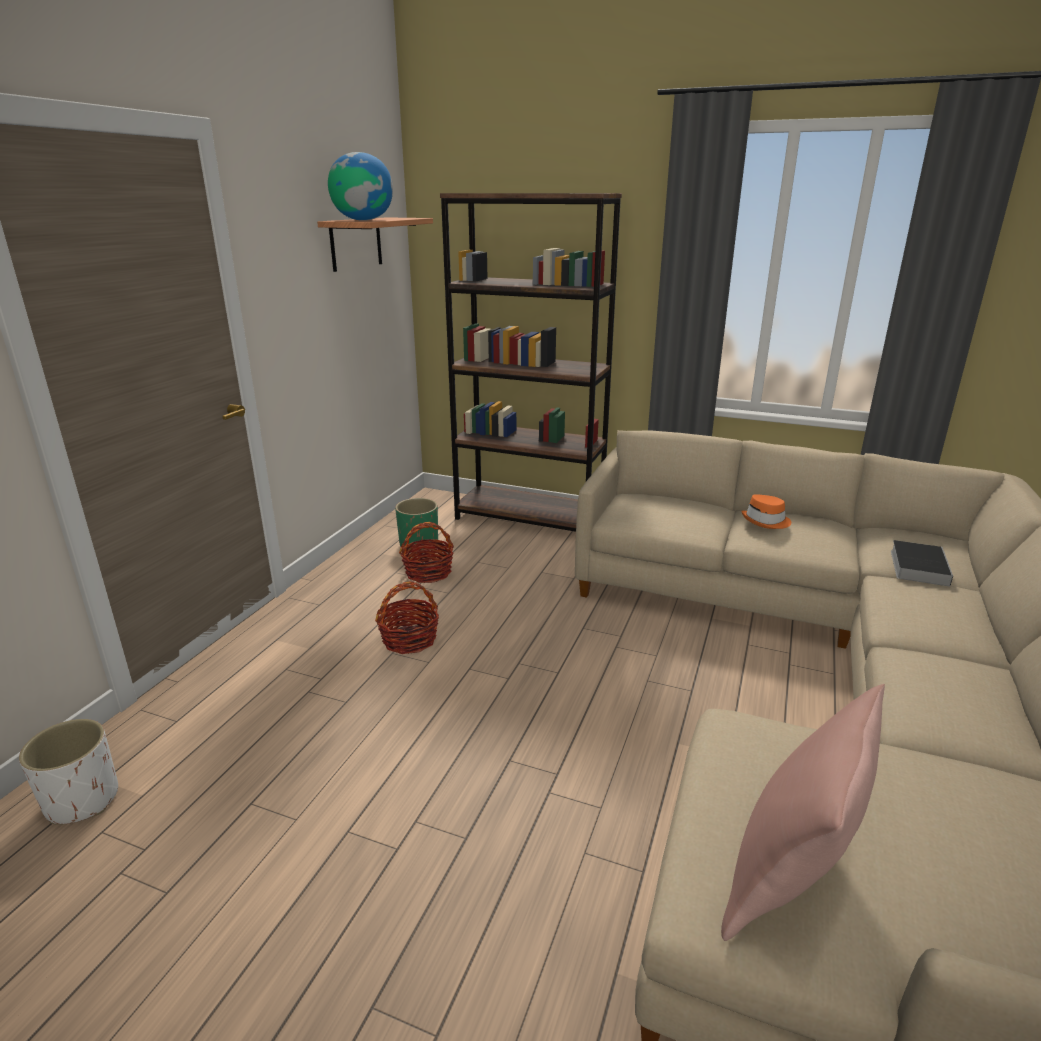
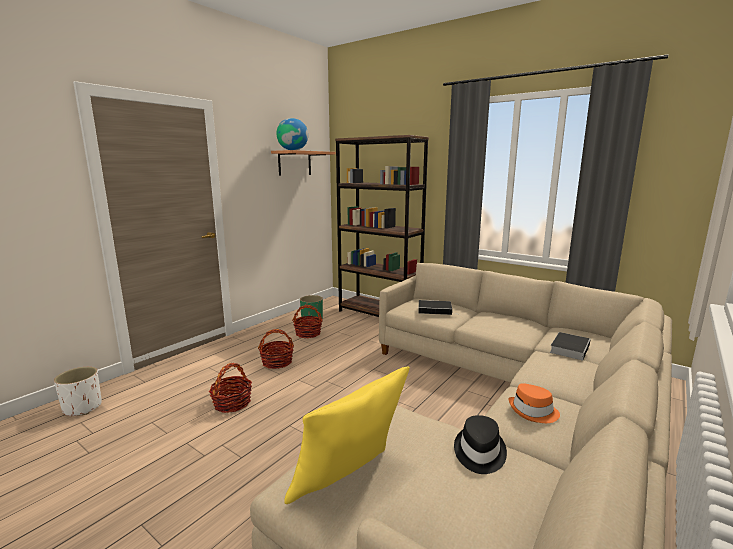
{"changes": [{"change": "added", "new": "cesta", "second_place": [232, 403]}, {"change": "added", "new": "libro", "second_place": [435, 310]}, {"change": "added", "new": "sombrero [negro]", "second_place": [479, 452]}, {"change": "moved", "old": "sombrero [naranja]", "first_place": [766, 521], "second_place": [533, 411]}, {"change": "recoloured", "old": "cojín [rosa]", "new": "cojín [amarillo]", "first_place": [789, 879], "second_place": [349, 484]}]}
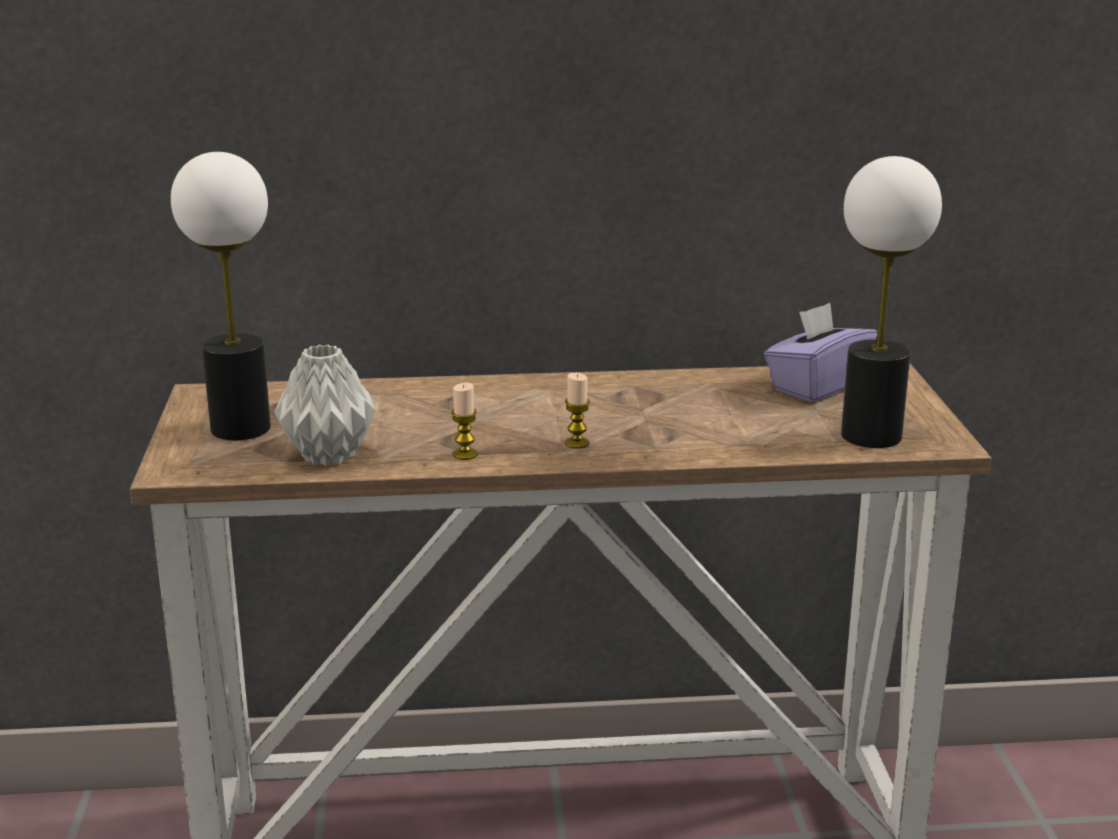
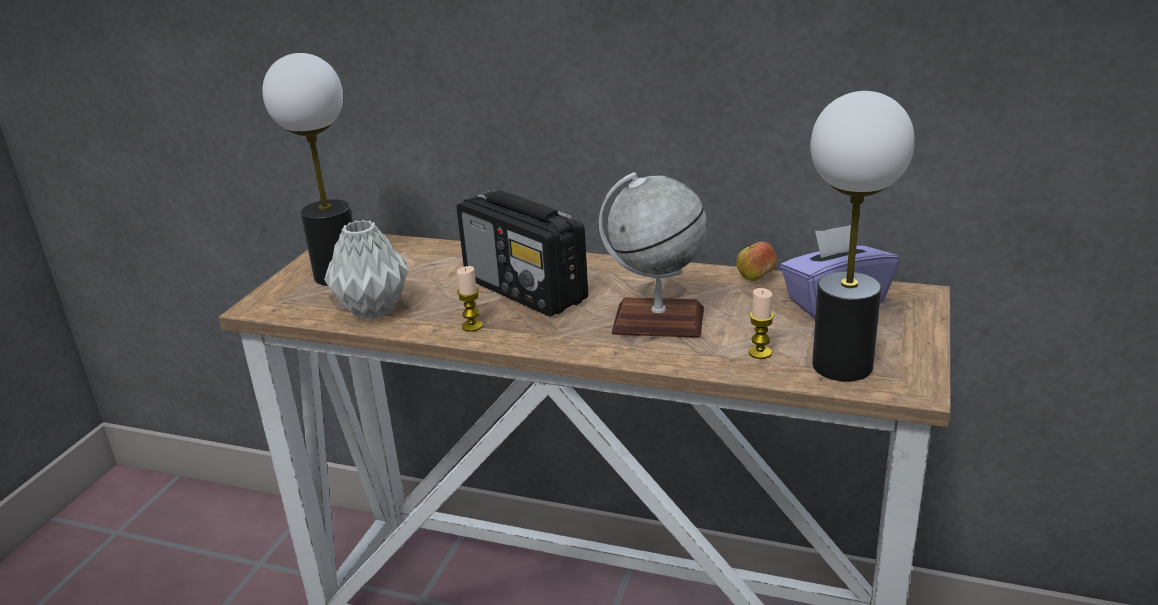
{"changes": [{"change": "added", "new": "radio", "second_place": [526, 290]}, {"change": "added", "new": "globo terráqueo", "second_place": [658, 321]}, {"change": "added", "new": "manzana", "second_place": [755, 278]}, {"change": "moved", "old": "vela", "first_place": [577, 443], "second_place": [760, 353]}]}
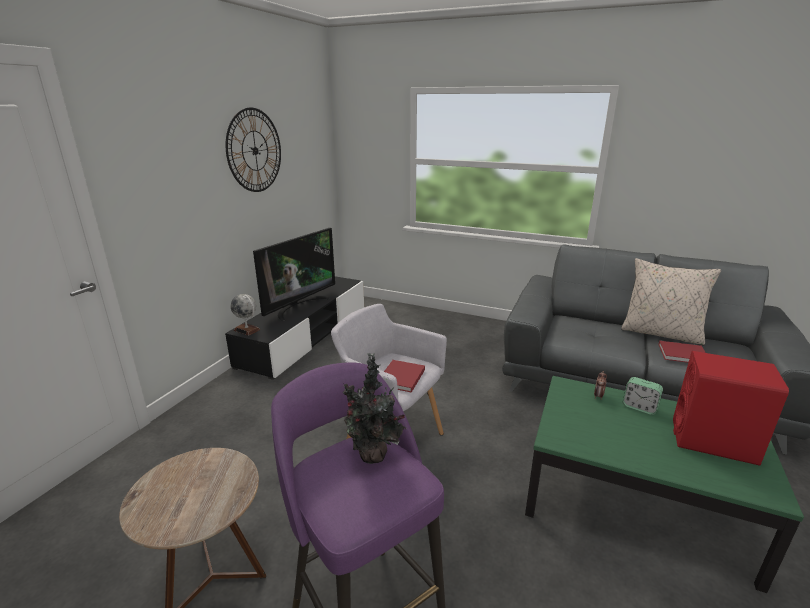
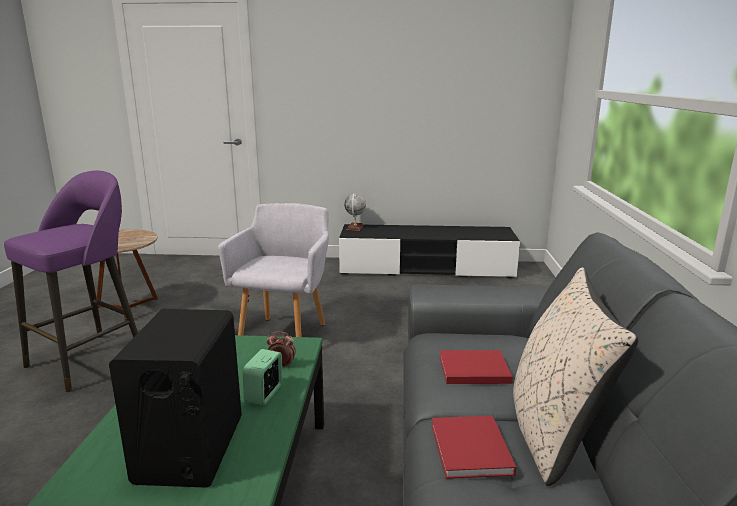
{"changes": [{"change": "removed", "old": "reloj de pared", "first_place": [255, 150]}, {"change": "removed", "old": "televisor", "first_place": [299, 306]}, {"change": "removed", "old": "planta en maceta", "first_place": [372, 457]}, {"change": "moved", "old": "libro [rojo]", "first_place": [401, 378], "second_place": [471, 369]}, {"change": "recoloured", "old": "altavoz [rojo]", "new": "altavoz [negro]", "first_place": [713, 441], "second_place": [190, 450]}]}
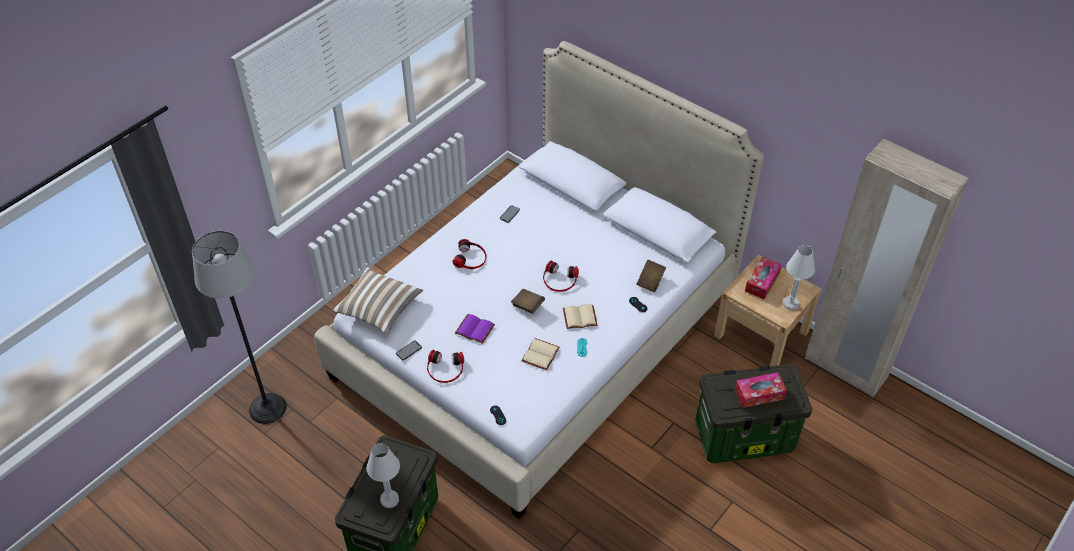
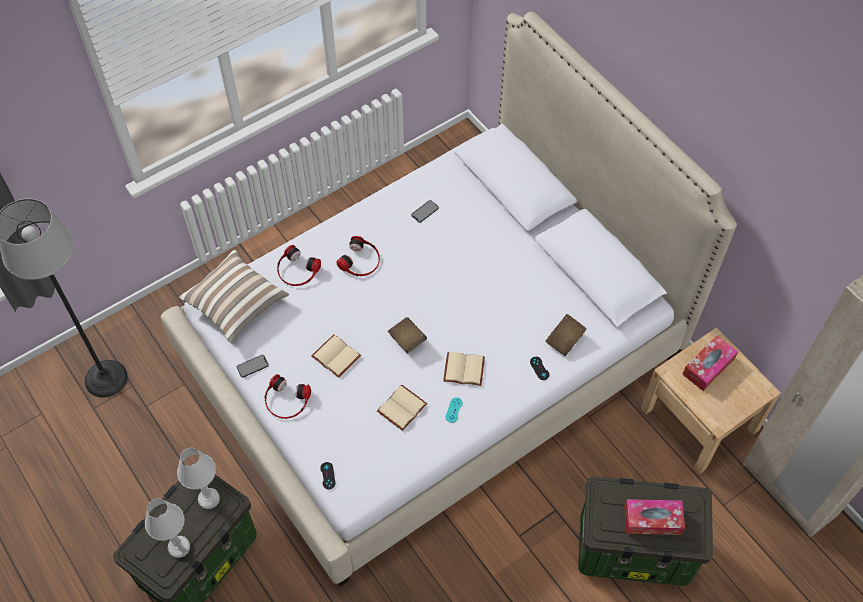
{"changes": [{"change": "moved", "old": "auriculares", "first_place": [559, 280], "second_place": [297, 270]}, {"change": "moved", "old": "lámpara de mesa [blanco]", "first_place": [790, 303], "second_place": [209, 499]}, {"change": "recoloured", "old": "libro [morado]", "new": "libro [beis]", "first_place": [474, 330], "second_place": [335, 357]}]}
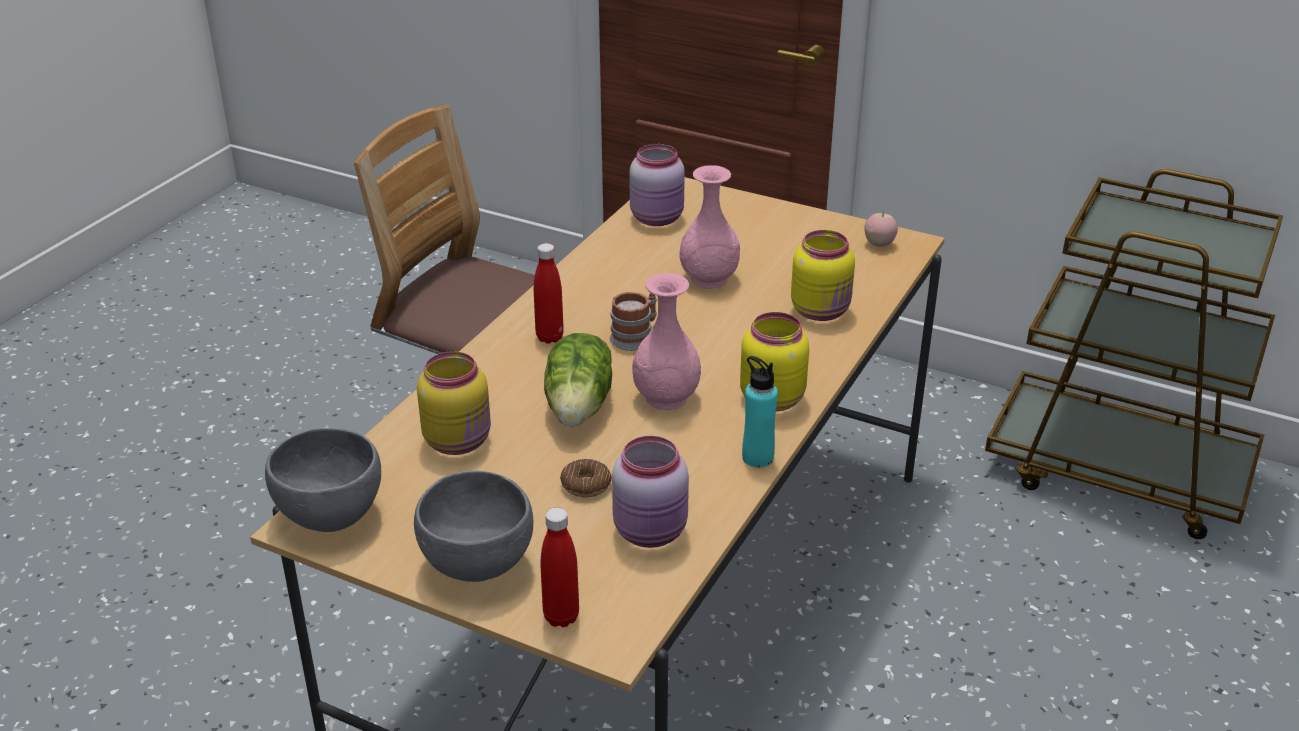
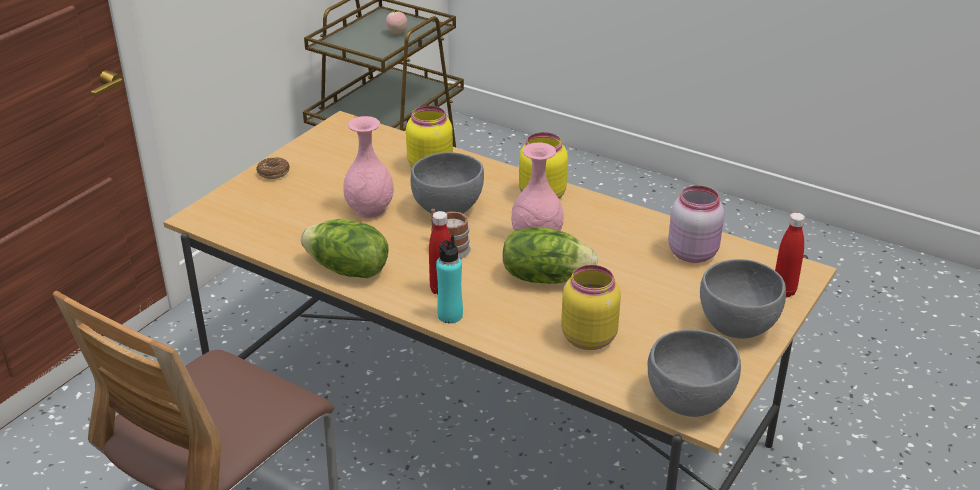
{"changes": [{"change": "removed", "old": "tarro [rosa]", "first_place": [658, 218]}, {"change": "added", "new": "lechuga", "second_place": [347, 270]}, {"change": "added", "new": "cuenco [gris]", "second_place": [448, 209]}, {"change": "moved", "old": "rosquilla", "first_place": [586, 485], "second_place": [273, 173]}, {"change": "moved", "old": "botella [turquesa]", "first_place": [757, 457], "second_place": [450, 315]}, {"change": "moved", "old": "manzana", "first_place": [879, 244], "second_place": [397, 33]}]}
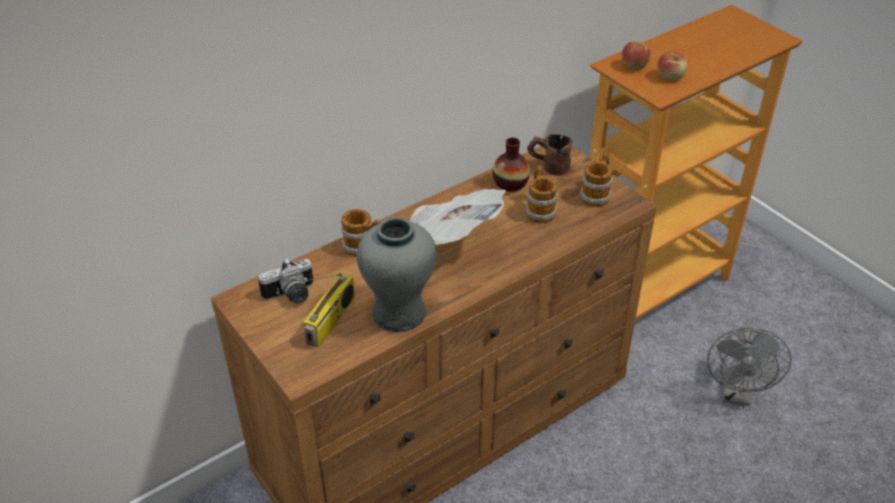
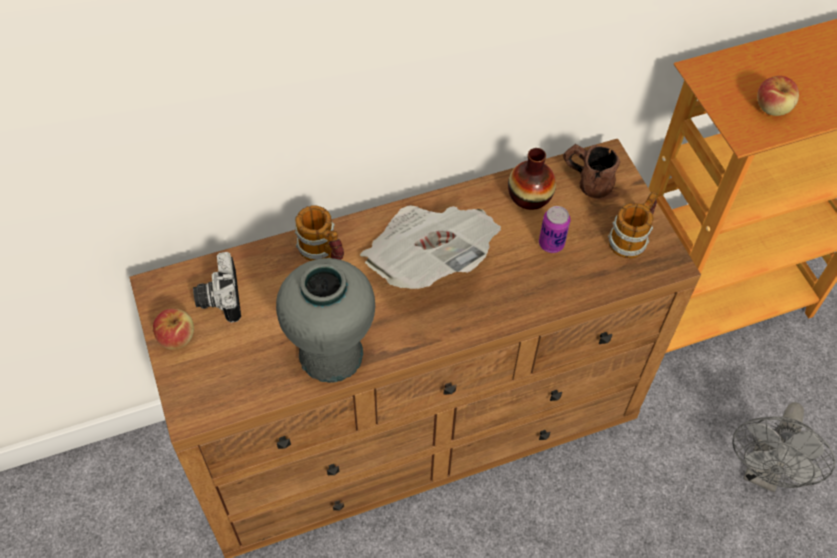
{"changes": [{"change": "removed", "old": "radio", "first_place": [331, 321]}, {"change": "moved", "old": "manzana", "first_place": [634, 66], "second_place": [176, 337]}, {"change": "replaced", "old": "taza grande", "new": "lata", "first_place": [539, 209], "second_place": [551, 244]}, {"change": "turned", "old": "cámara", "first_place": [291, 296], "second_place": [218, 298], "degrees": 90}]}
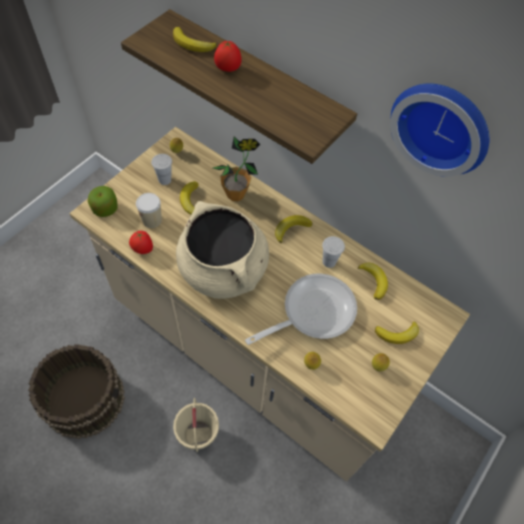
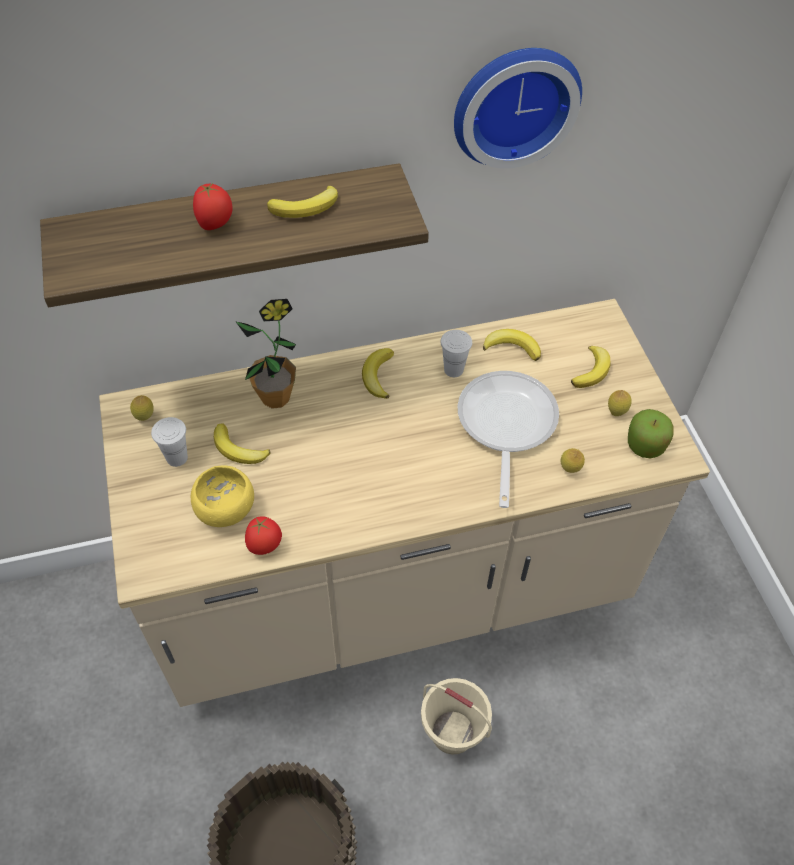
{"changes": [{"change": "removed", "old": "olla [beis]", "first_place": [223, 270]}, {"change": "moved", "old": "manzana", "first_place": [105, 209], "second_place": [645, 445]}, {"change": "moved", "old": "plátano", "first_place": [192, 44], "second_place": [306, 207]}, {"change": "replaced", "old": "taza", "new": "cuenco [amarillo]", "first_place": [152, 220], "second_place": [227, 509]}]}
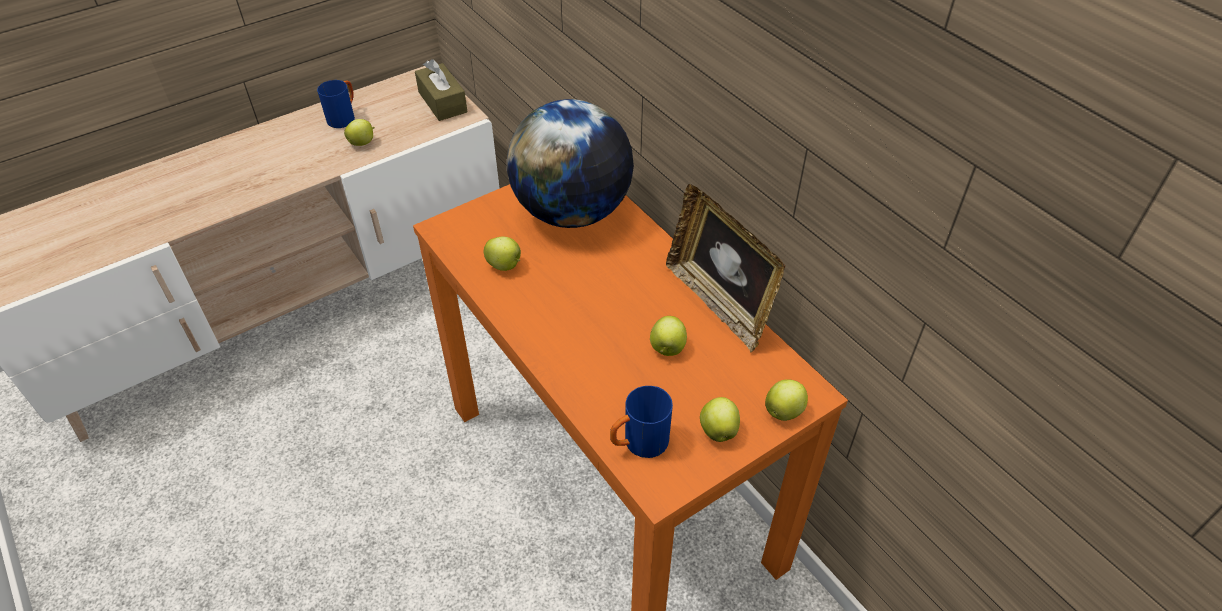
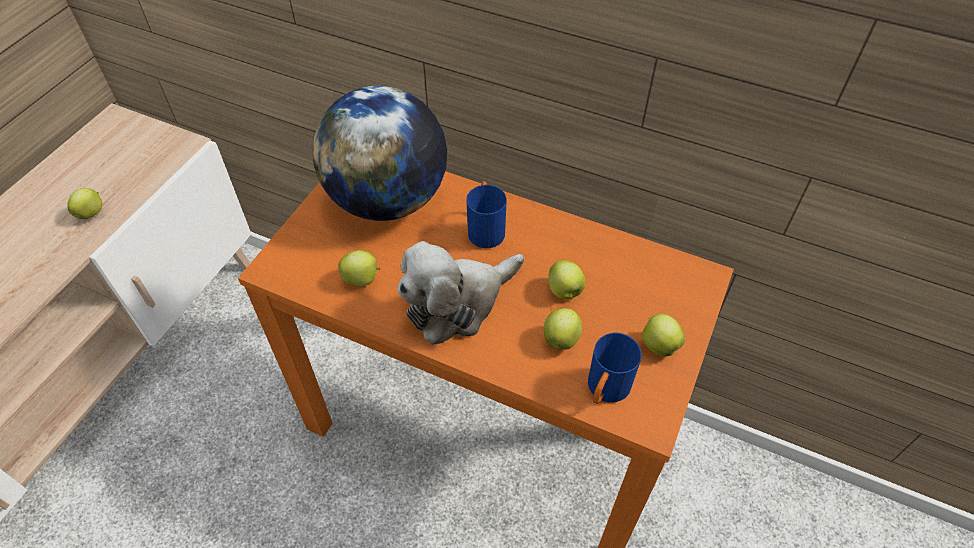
{"changes": [{"change": "removed", "old": "caja de pañuelos [marrón]", "first_place": [442, 102]}, {"change": "removed", "old": "portarretratos", "first_place": [719, 302]}, {"change": "added", "new": "peluche", "second_place": [458, 303]}, {"change": "moved", "old": "taza grande [azul]", "first_place": [344, 117], "second_place": [485, 228]}, {"change": "moved", "old": "manzana", "first_place": [784, 411], "second_place": [561, 338]}]}
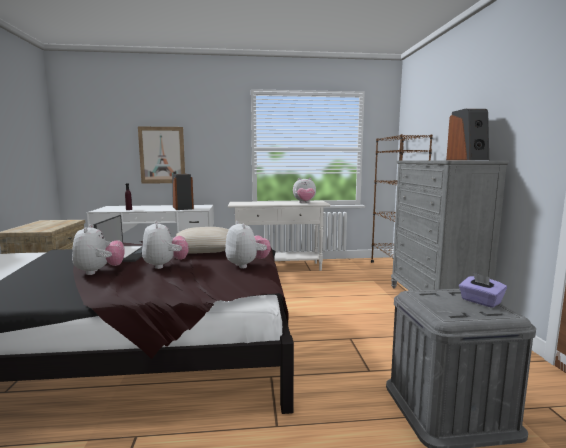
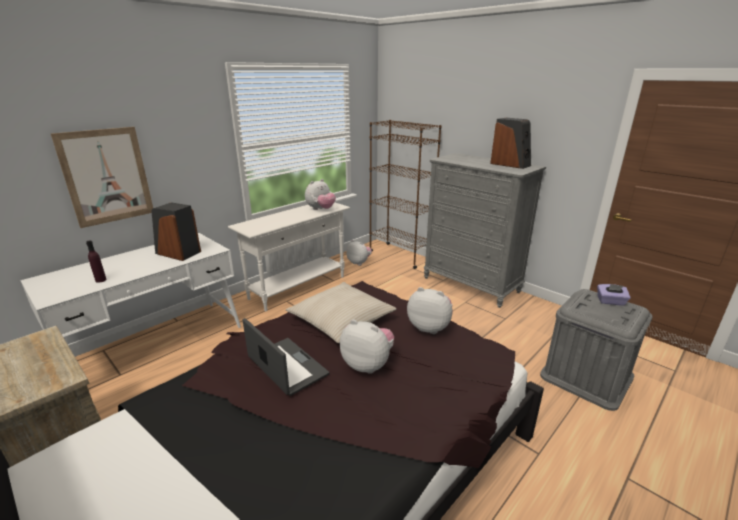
{"changes": [{"change": "moved", "old": "peluche", "first_place": [99, 272], "second_place": [359, 263]}]}
